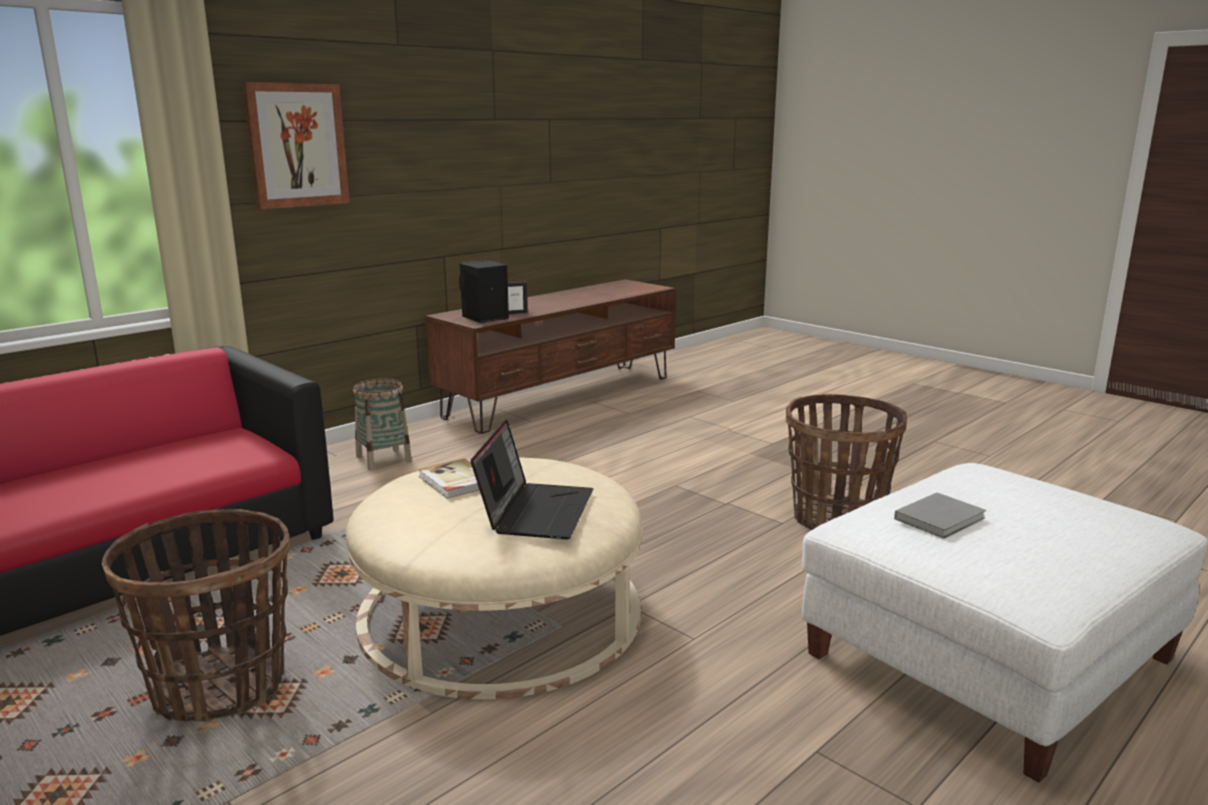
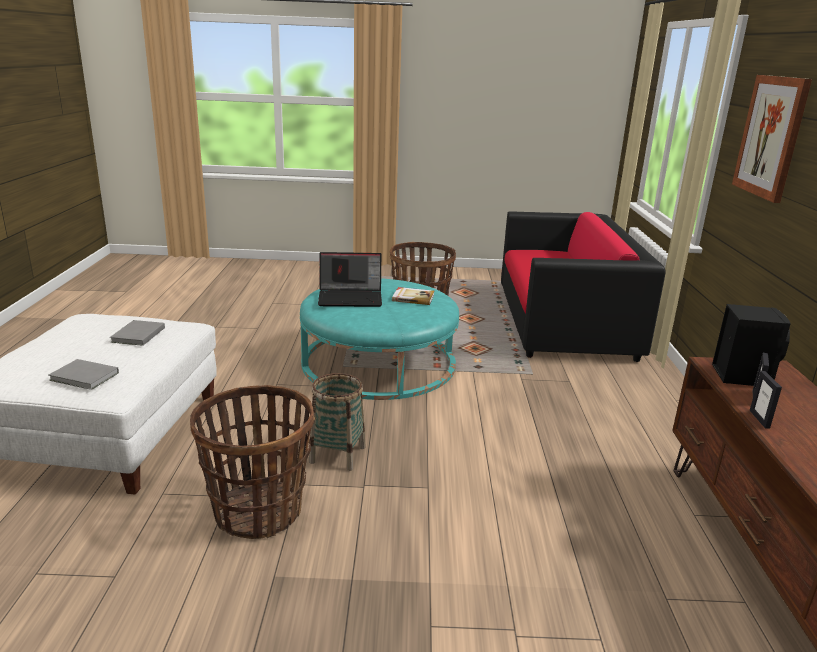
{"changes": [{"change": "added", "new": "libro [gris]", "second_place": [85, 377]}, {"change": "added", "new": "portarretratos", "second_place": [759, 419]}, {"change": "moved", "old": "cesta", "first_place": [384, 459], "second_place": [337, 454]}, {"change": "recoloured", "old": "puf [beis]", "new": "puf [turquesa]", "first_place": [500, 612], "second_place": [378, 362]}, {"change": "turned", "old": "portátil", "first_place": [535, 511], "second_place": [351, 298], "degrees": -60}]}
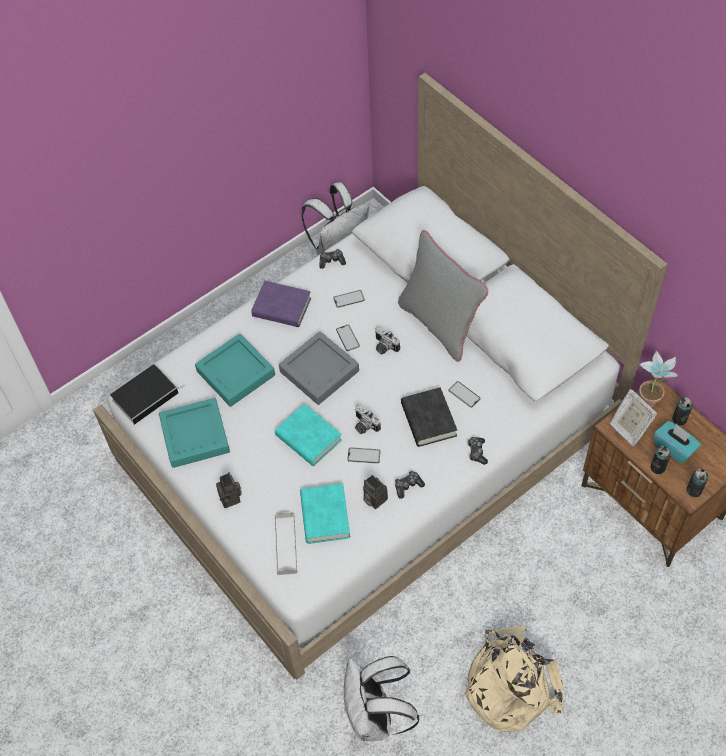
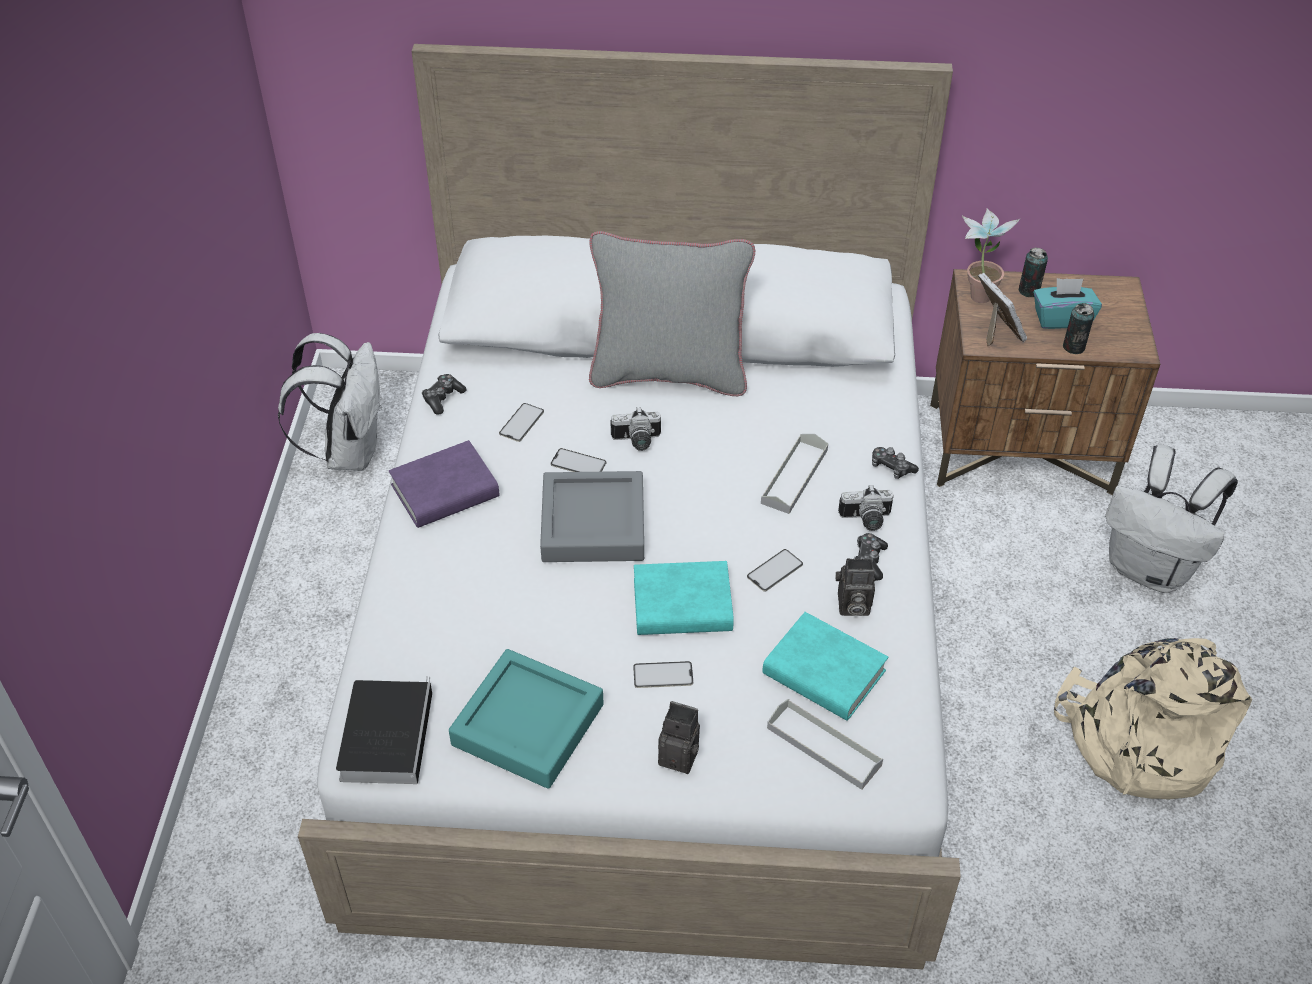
{"changes": [{"change": "removed", "old": "bandeja [turquesa]", "first_place": [236, 373]}, {"change": "removed", "old": "lata", "first_place": [694, 490]}, {"change": "moved", "old": "mochila [blanco]", "first_place": [375, 717], "second_place": [1150, 569]}, {"change": "moved", "old": "cámara", "first_place": [364, 426], "second_place": [866, 520]}, {"change": "moved", "old": "móvil", "first_place": [464, 394], "second_place": [663, 675]}, {"change": "replaced", "old": "libro [negro]", "new": "bandeja [gris]", "first_place": [428, 420], "second_place": [794, 476]}, {"change": "turned", "old": "portarretratos", "first_place": [628, 428], "second_place": [998, 333], "degrees": -120}]}
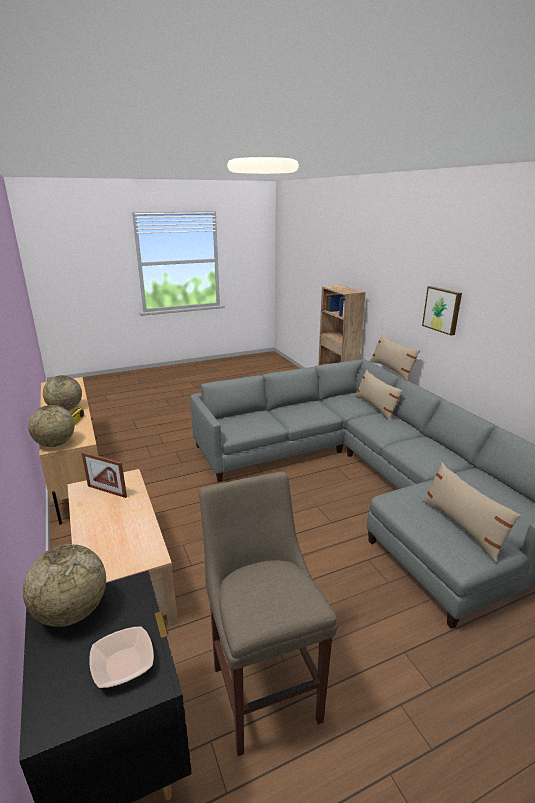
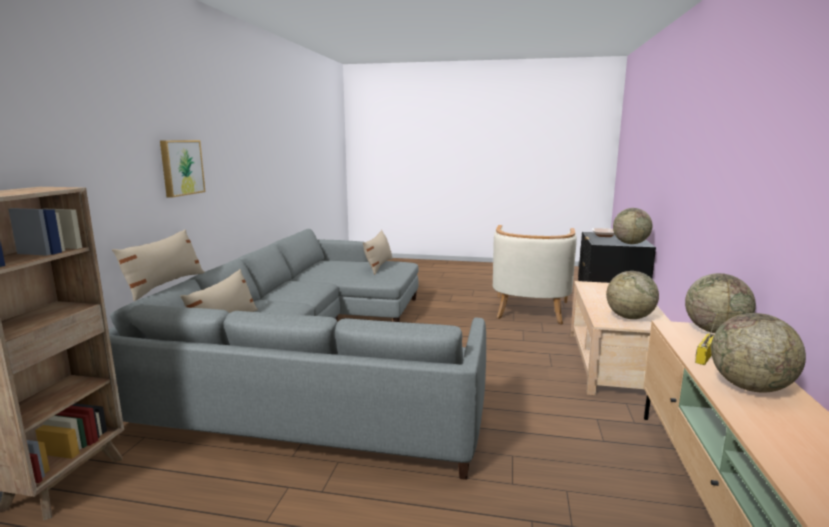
{"changes": [{"change": "replaced", "old": "portarretratos", "new": "globo terráqueo", "first_place": [107, 491], "second_place": [629, 317]}, {"change": "replaced", "old": "taburete [beis]", "new": "sillón [beis]", "first_place": [264, 687], "second_place": [530, 310]}]}
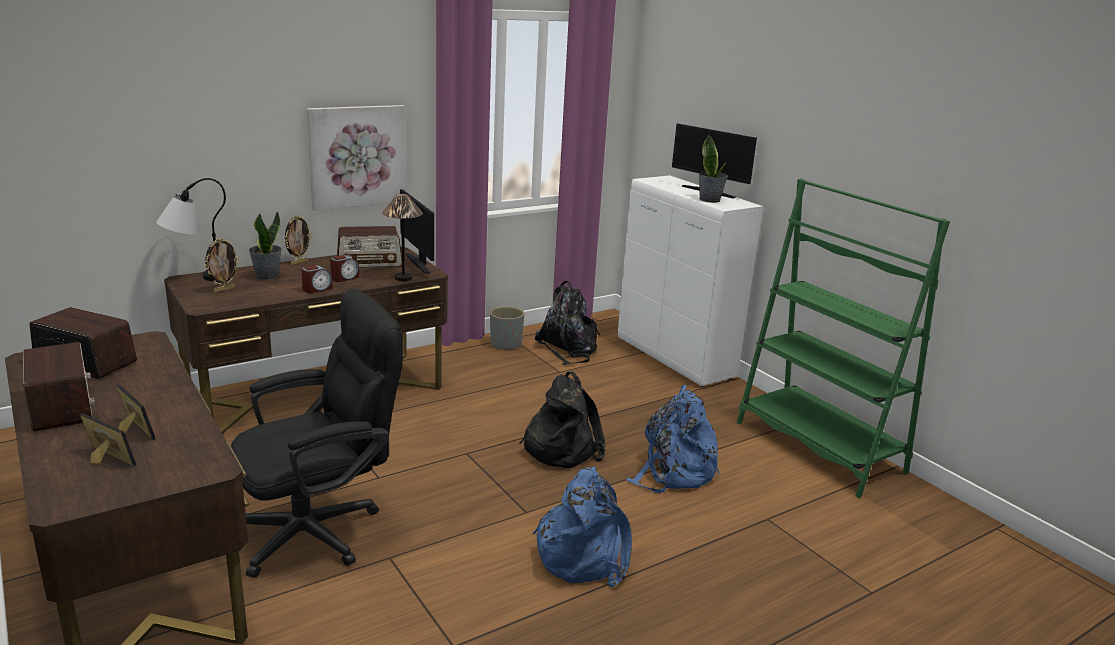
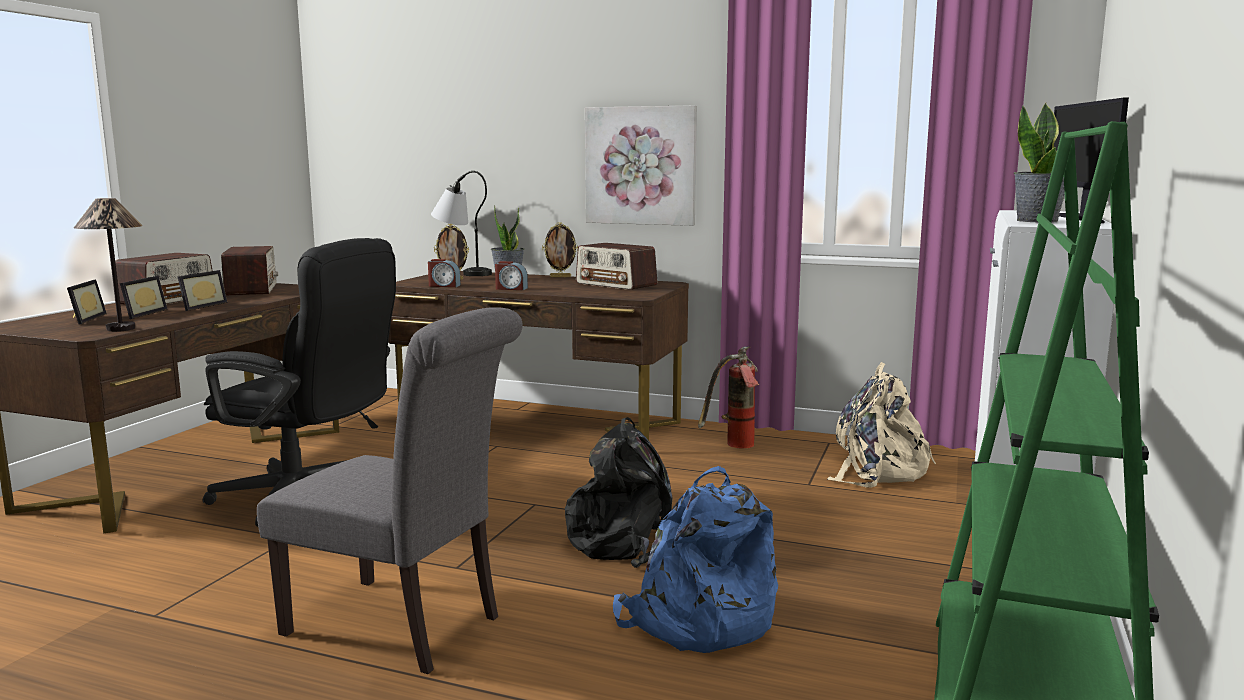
{"changes": [{"change": "removed", "old": "monitor", "first_place": [419, 263]}, {"change": "removed", "old": "maceta [gris]", "first_place": [506, 344]}, {"change": "added", "new": "portarretratos", "second_place": [200, 306]}, {"change": "added", "new": "extintor", "second_place": [734, 446]}, {"change": "moved", "old": "despertador", "first_place": [344, 278], "second_place": [444, 286]}, {"change": "moved", "old": "lámpara de mesa", "first_place": [403, 278], "second_place": [120, 329]}, {"change": "replaced", "old": "mochila [azul]", "new": "silla [gris]", "first_place": [584, 555], "second_place": [403, 627]}, {"change": "recoloured", "old": "mochila [negro]", "new": "mochila [beis]", "first_place": [568, 349], "second_place": [877, 471]}]}
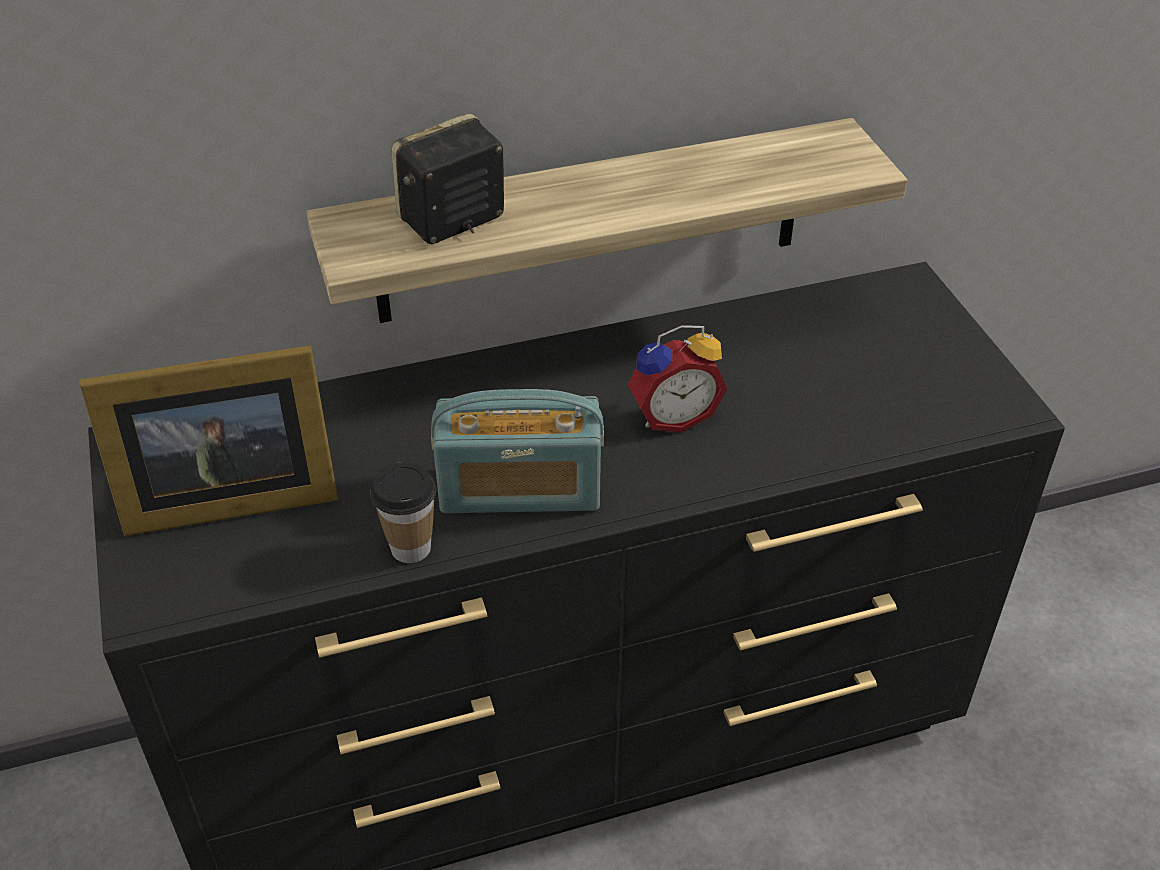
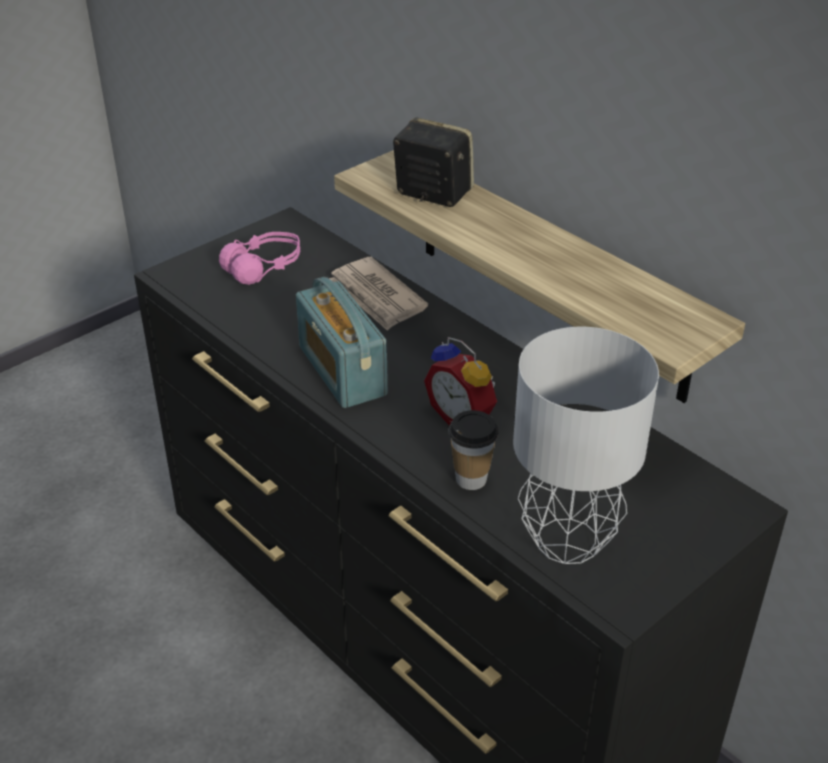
{"changes": [{"change": "added", "new": "periódico", "second_place": [376, 297]}, {"change": "added", "new": "lámpara de mesa [gris]", "second_place": [569, 542]}, {"change": "moved", "old": "taza", "first_place": [410, 548], "second_place": [471, 479]}, {"change": "replaced", "old": "portarretratos", "new": "auriculares [rosa]", "first_place": [223, 498], "second_place": [264, 268]}]}
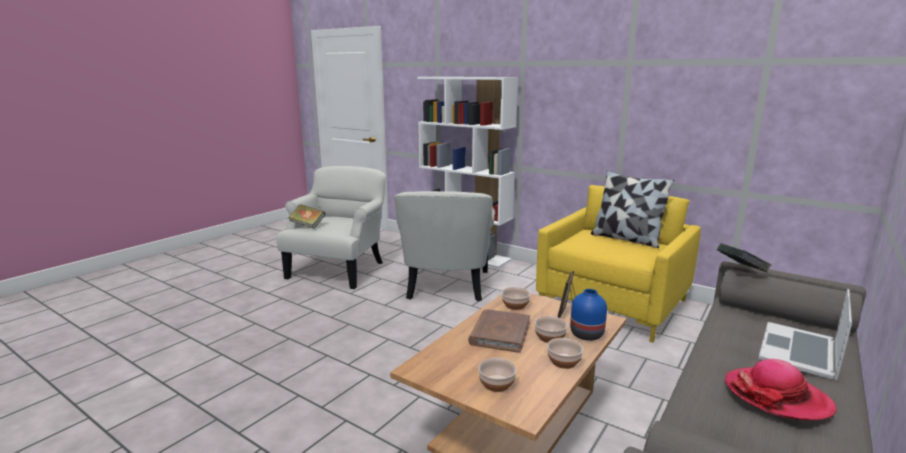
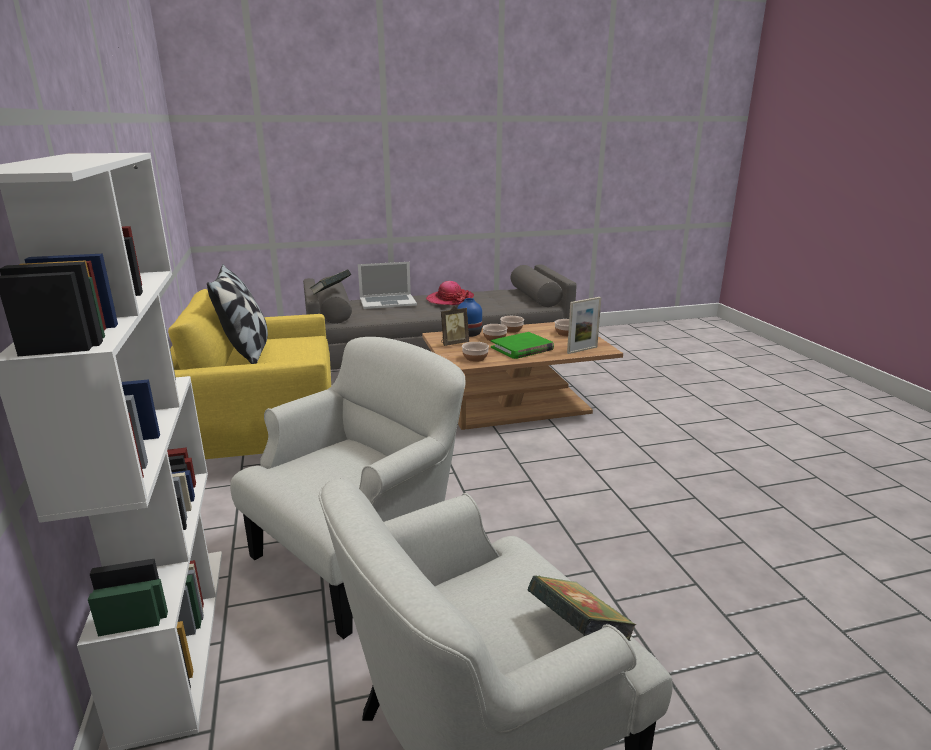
{"changes": [{"change": "added", "new": "portarretratos", "second_place": [582, 350]}, {"change": "recoloured", "old": "libro [marrón]", "new": "libro [verde]", "first_place": [500, 333], "second_place": [522, 348]}]}
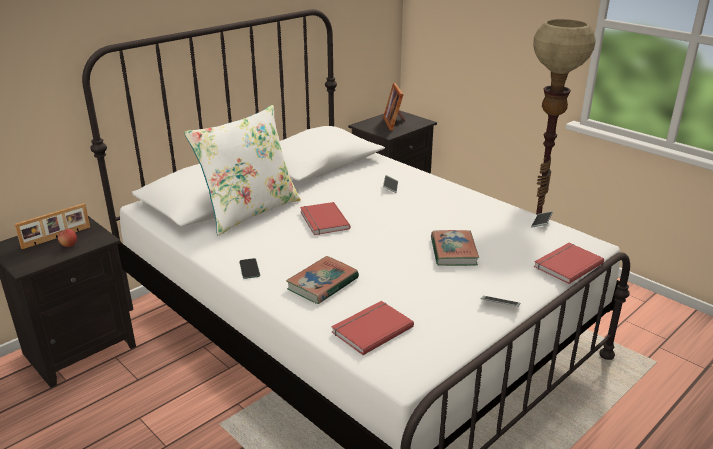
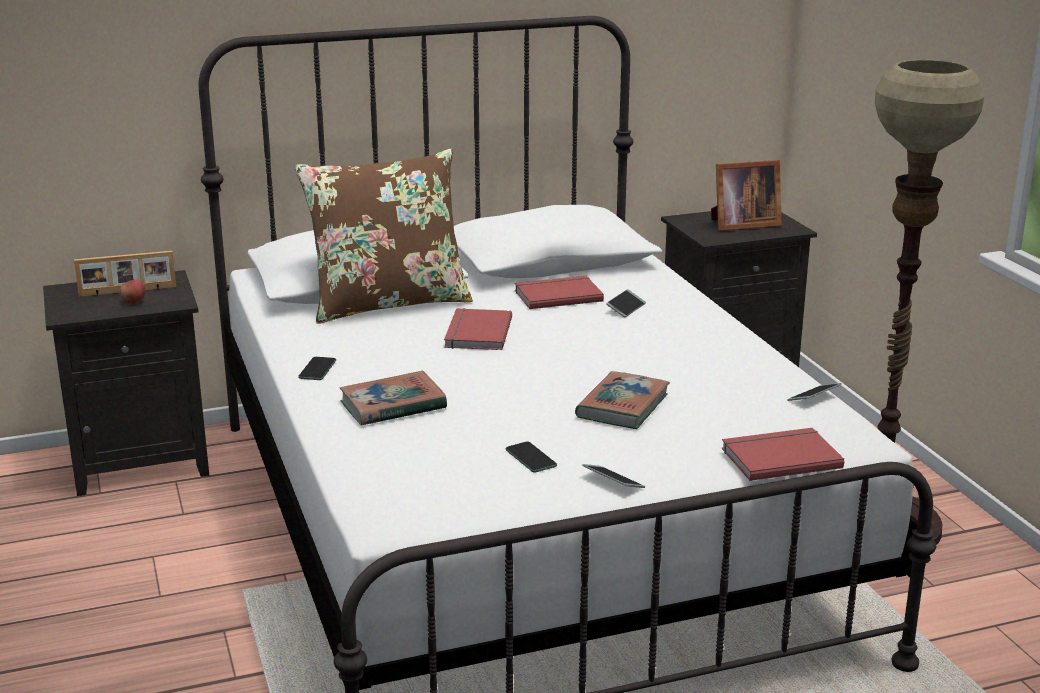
{"changes": [{"change": "added", "new": "móvil", "second_place": [530, 458]}, {"change": "moved", "old": "libro [rojo]", "first_place": [370, 329], "second_place": [557, 295]}, {"change": "recoloured", "old": "cojín [blanco]", "new": "cojín [marrón]", "first_place": [249, 211], "second_place": [388, 303]}, {"change": "turned", "old": "portarretratos", "first_place": [395, 123], "second_place": [741, 224], "degrees": -120}]}
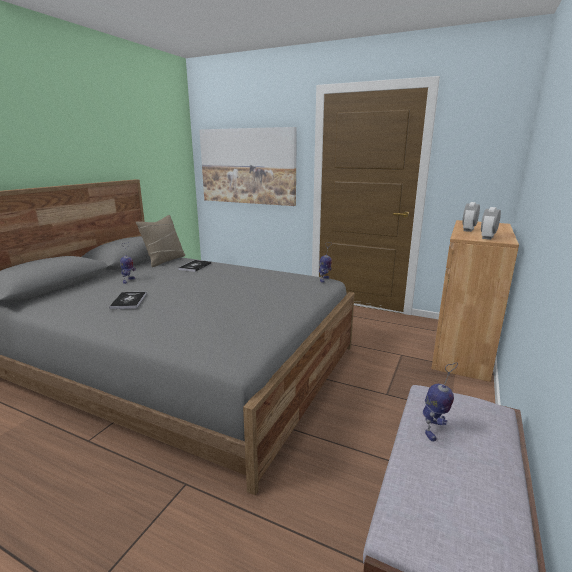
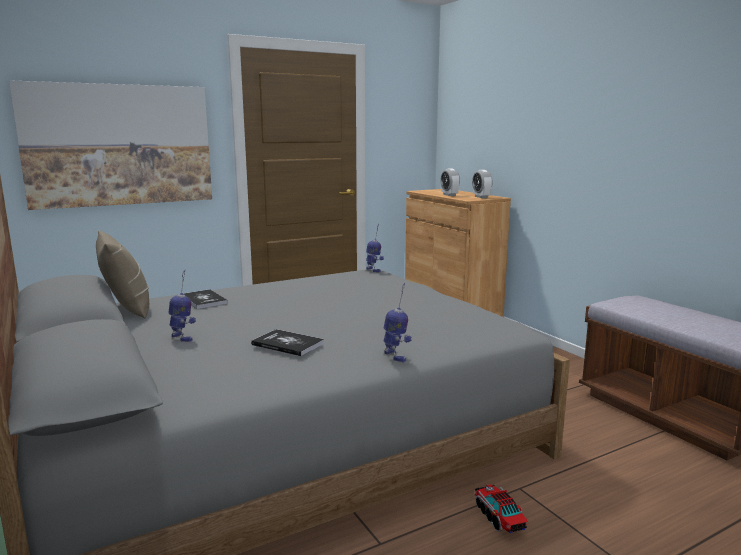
{"changes": [{"change": "added", "new": "camión de juguete", "second_place": [499, 517]}, {"change": "moved", "old": "robot de juguete", "first_place": [433, 430], "second_place": [395, 356]}]}
